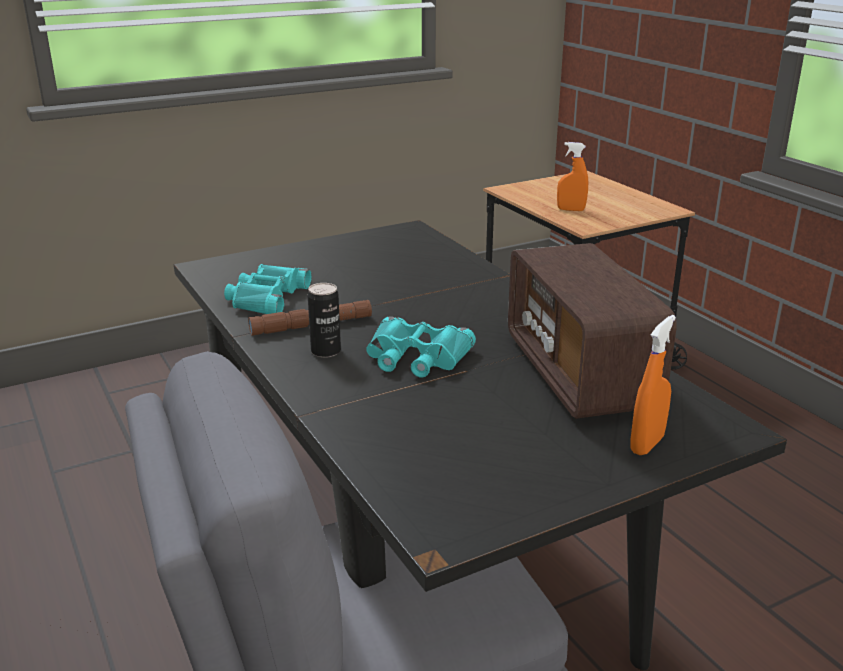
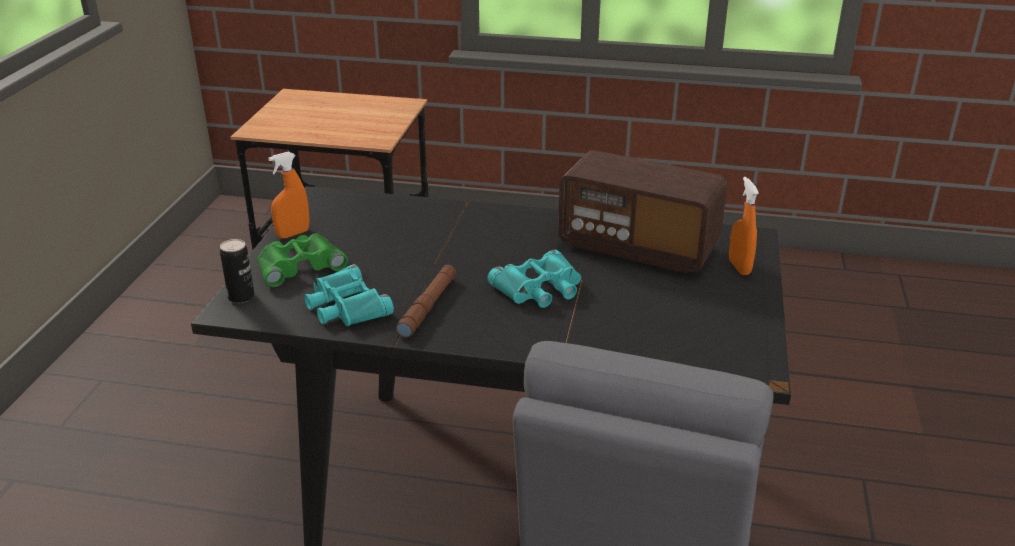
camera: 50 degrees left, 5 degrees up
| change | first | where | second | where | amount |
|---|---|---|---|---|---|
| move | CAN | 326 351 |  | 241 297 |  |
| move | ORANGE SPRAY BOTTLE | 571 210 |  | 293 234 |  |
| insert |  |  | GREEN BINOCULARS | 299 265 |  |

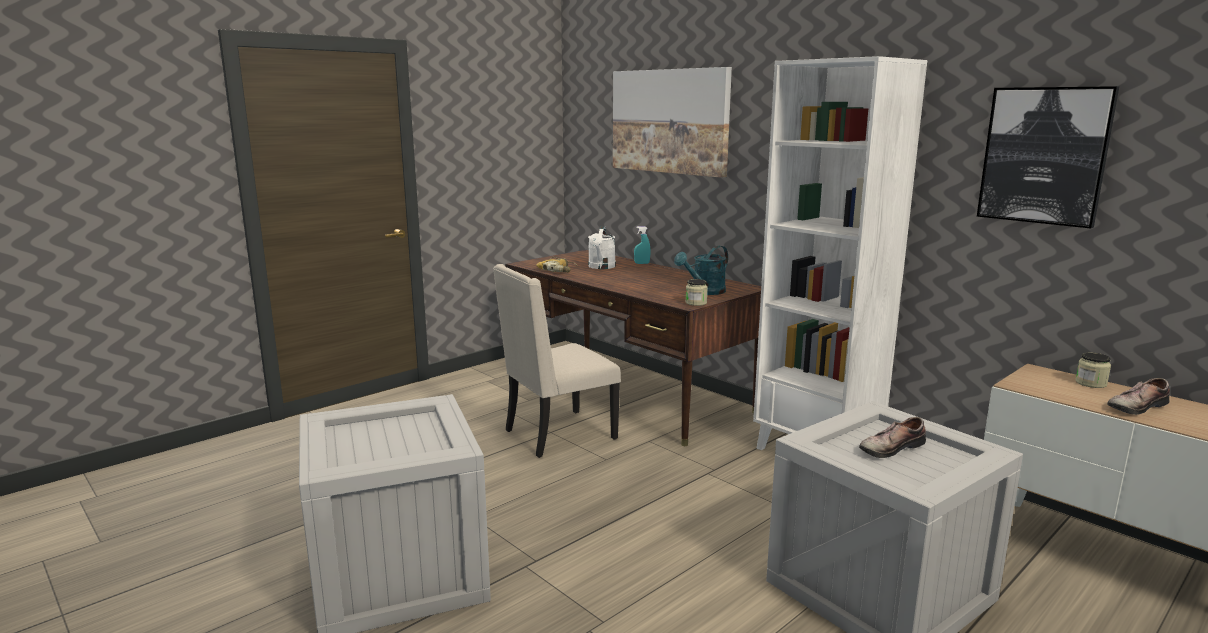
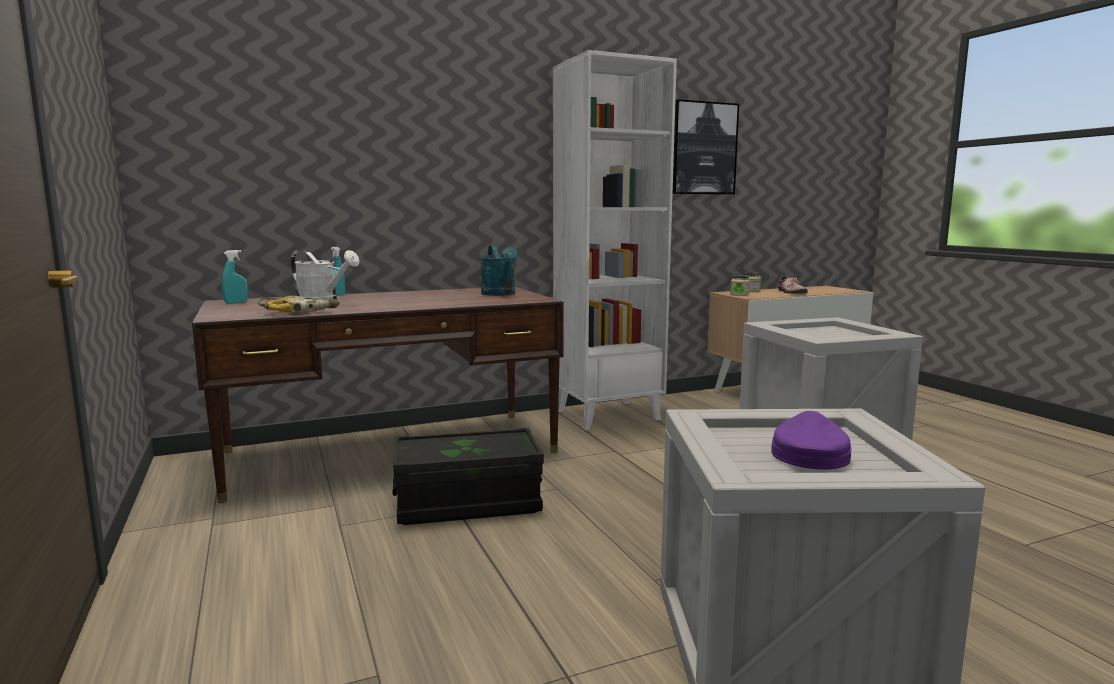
camera: 70 degrees left, 5 degrees down
| change | first | where | second | where | amount |
|---|---|---|---|---|---|
| replace | BEIGE CHAIR | 557 435 | BLACK STORAGE BOX | 468 503 |  |
| delete | PICTURE | 669 121 |  |  |  |
| move | JAR | 696 303 |  | 739 294 |  |
| delete | SHOE | 889 447 |  |  |  |
| insert |  |  | TURQUOISE SPRAY BOTTLE | 236 303 |  |
| insert |  |  | PURPLE CAP | 808 454 |  |

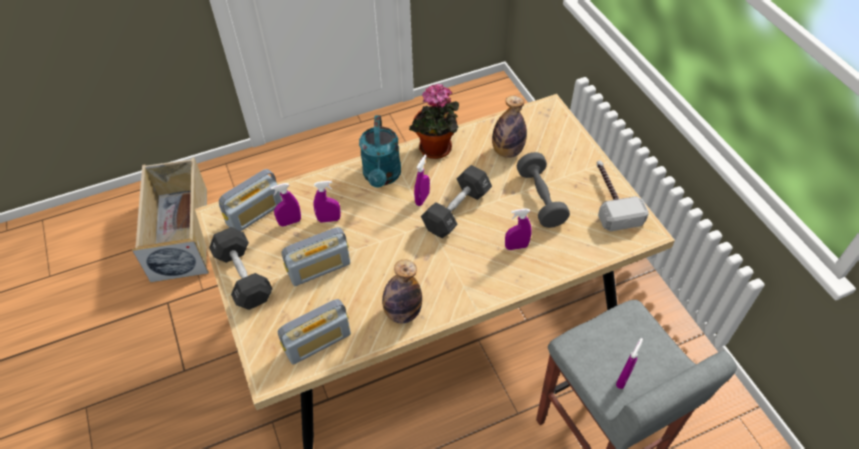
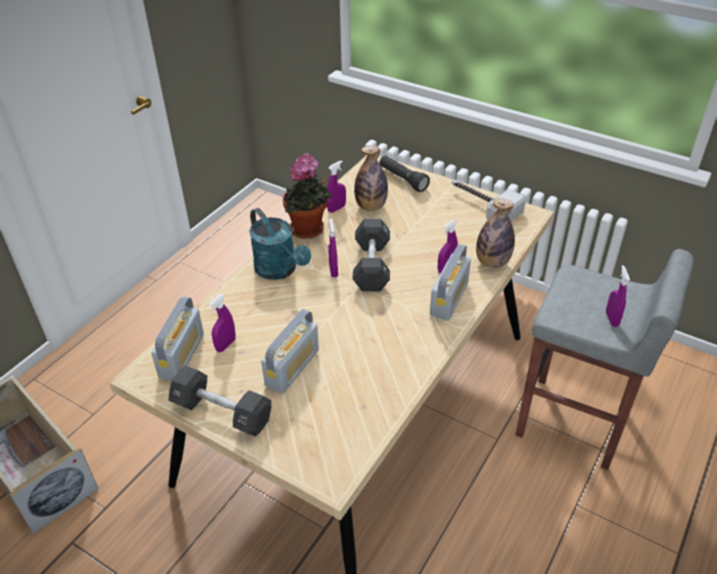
camera: 35 degrees left, 10 degrees down
| change | first | where | second | where | amount |
|---|---|---|---|---|---|
| move | RADIO | 317 342 |  | 449 298 |  |
| move | PURPLE SPRAY BOTTLE | 329 219 |  | 336 208 |  |
| move | BOTTLE | 402 313 |  | 492 262 |  |
| delete | GREY DUMBBELL | 540 199 |  |  |  |
| insert |  |  | BLACK FLASHLIGHT | 402 180 |  |

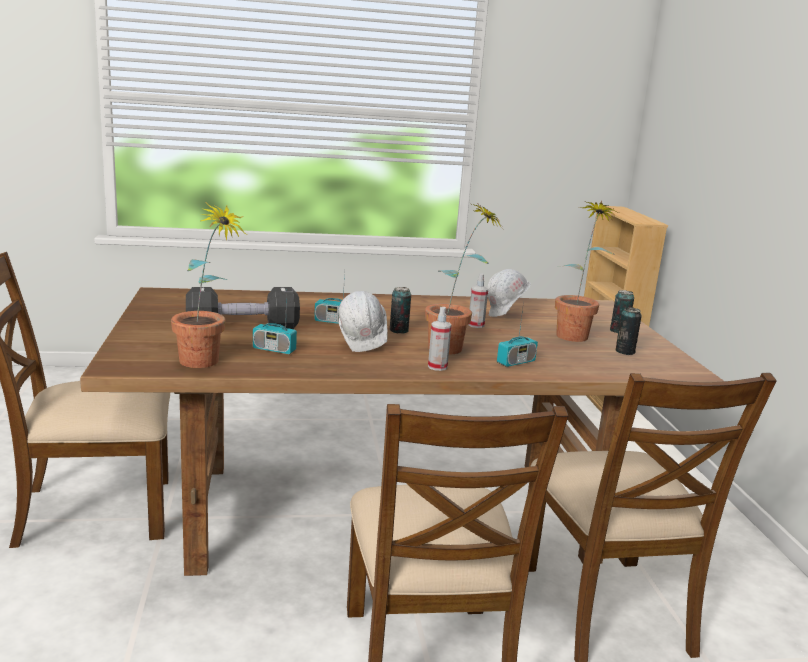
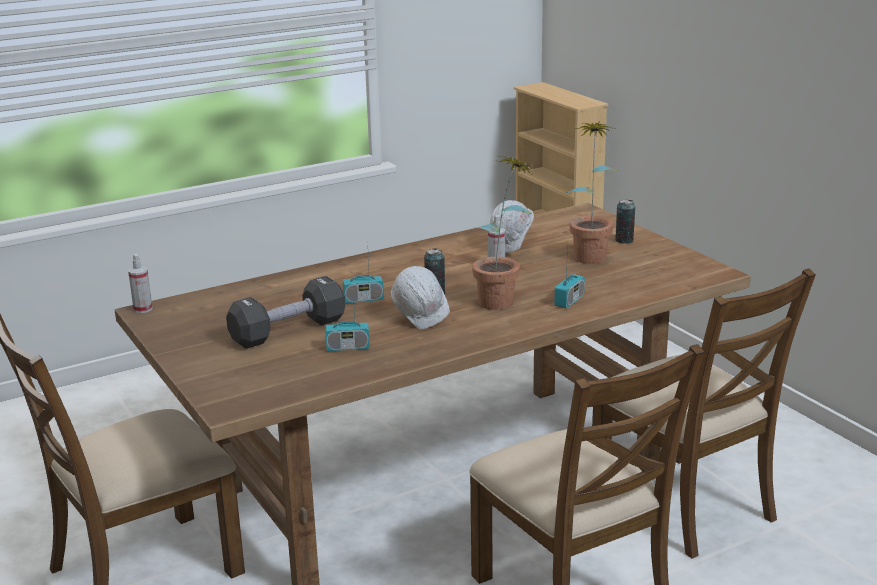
camera: 20 degrees left, 5 degrees up
| change | first | where | second | where | amount |
|---|---|---|---|---|---|
| delete | POTTED PLANT | 206 364 |  |  |  |
| move | SPRAY BOTTLE | 437 367 |  | 143 309 |  |
| delete | CAN | 625 351 |  |  |  |

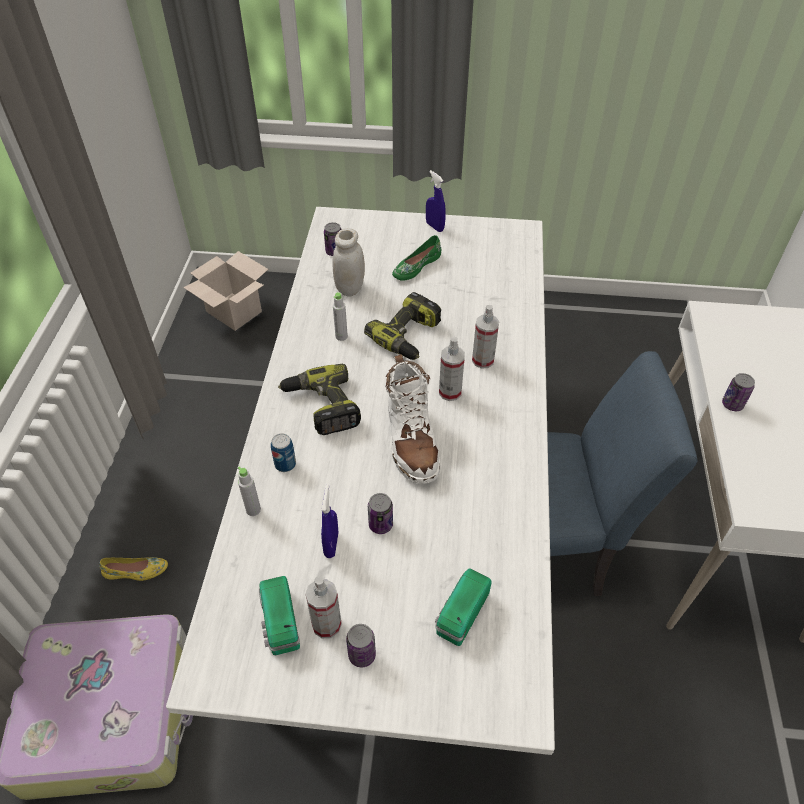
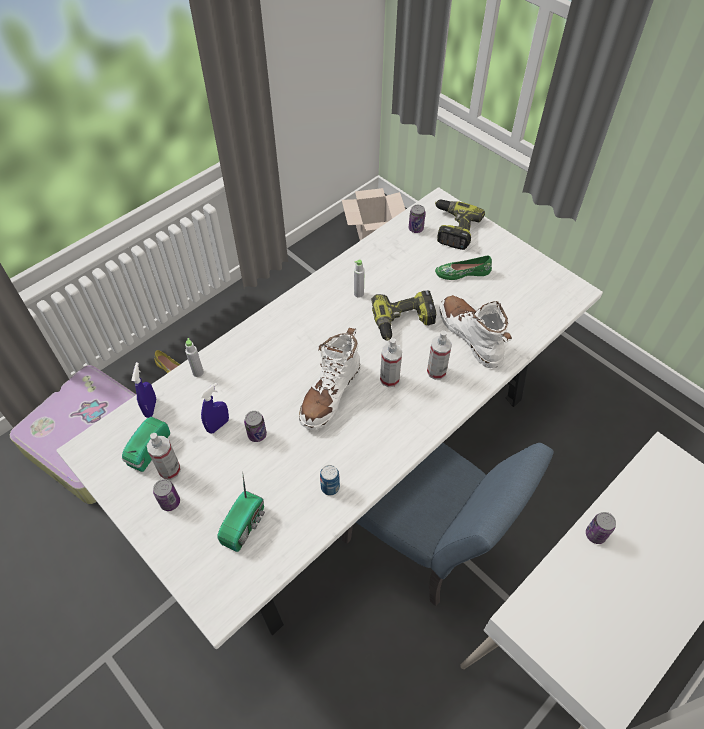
camera: 40 degrees right, 5 degrees up
| change | first | where | second | where | amount |
|---|---|---|---|---|---|
| move | CAN | 285 464 |  | 330 487 |  |
| move | POWER DRILL | 322 406 |  | 453 228 |  |
| delete | WHITE JAR | 350 288 |  |  |  |
| move | BLUE SPRAY BOTTLE | 434 226 |  | 151 408 |  |
| rotate | RADIO | 460 614 |  | 245 524 | 135 degrees clockwise |
| insert |  |  | WHITE BOOT | 470 336 |  |

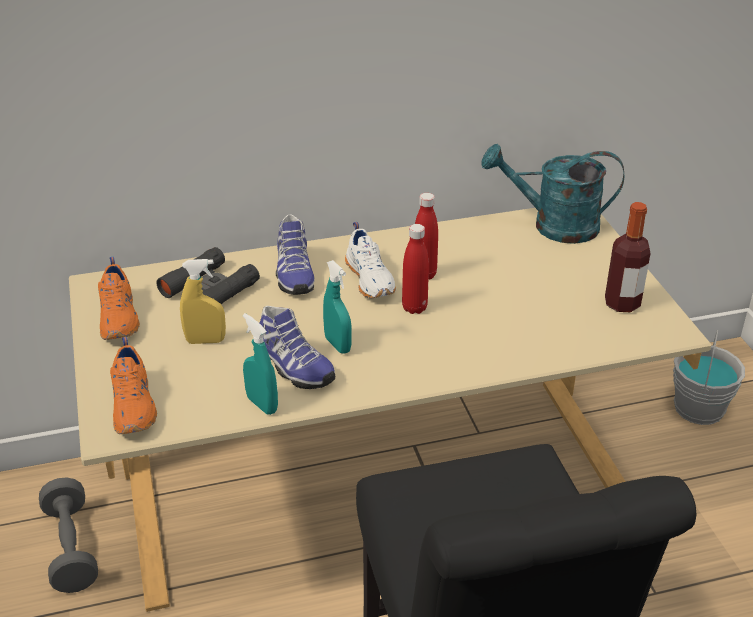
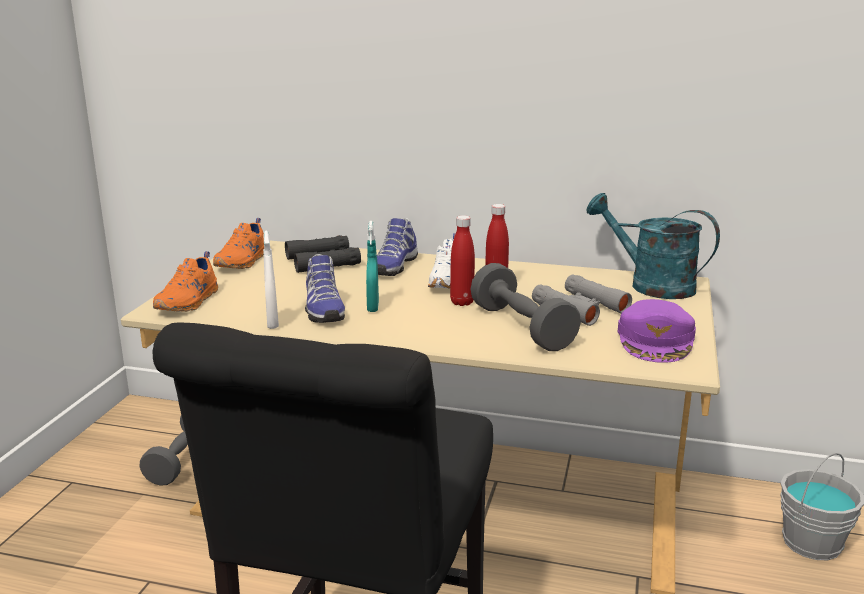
camera: 30 degrees right, 15 degrees down
| change | first | where | second | where | amount |
|---|---|---|---|---|---|
| delete | YELLOW SPRAY BOTTLE | 205 341 |  |  |  |
| recolor | TURQUOISE SPRAY BOTTLE | 262 404 | WHITE SPRAY BOTTLE | 272 323 |  |
| replace | BOTTLE | 622 303 | PURPLE CAP | 656 340 |  |
| insert |  |  | GREY DUMBBELL | 522 327 |  |
| insert |  |  | GREY BINOCULARS | 580 308 |  |

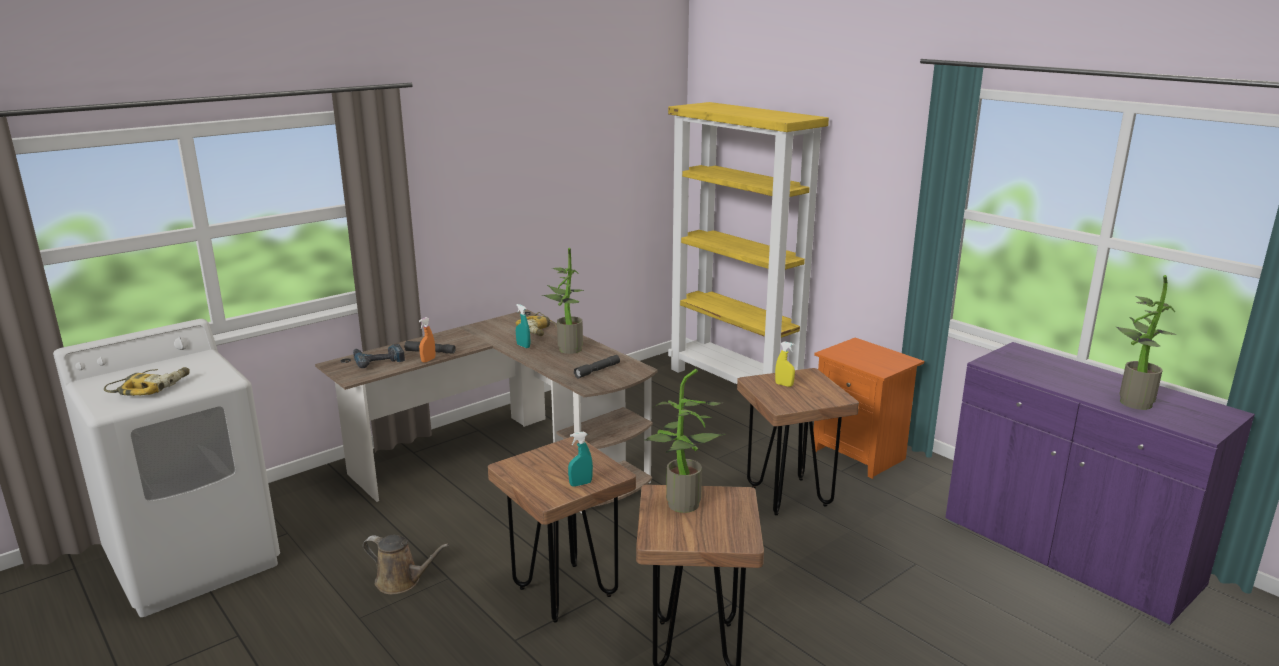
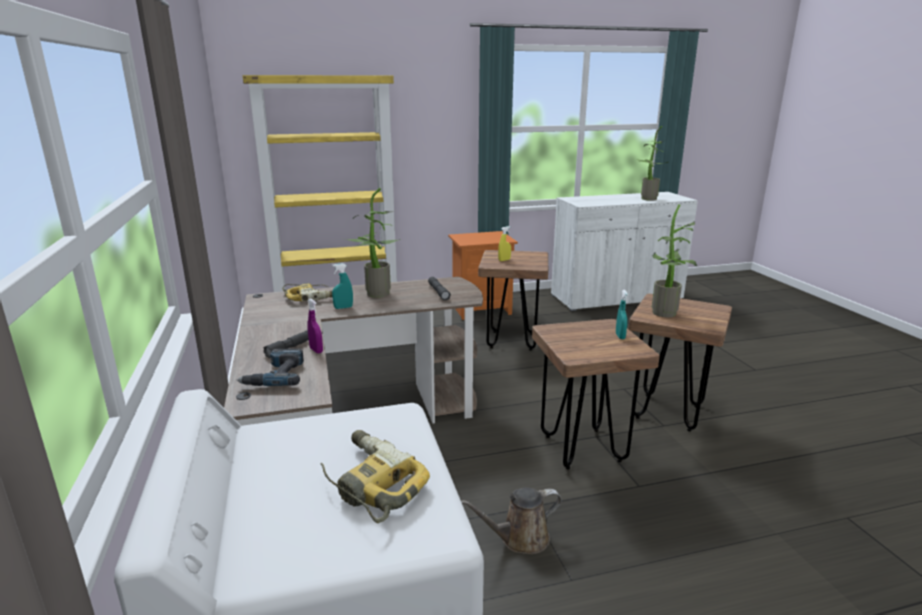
camera: 65 degrees left, 0 degrees up
| change | first | where | second | where | amount |
|---|---|---|---|---|---|
| rotate | BROWN WATERING CAN | 402 581 |  | 520 539 | 150 degrees counterclockwise |
| recolor | ORANGE SPRAY BOTTLE | 428 360 | PURPLE SPRAY BOTTLE | 316 350 |  |
| recolor | PURPLE CABINET | 1067 553 | WHITE CABINET | 616 297 |  |

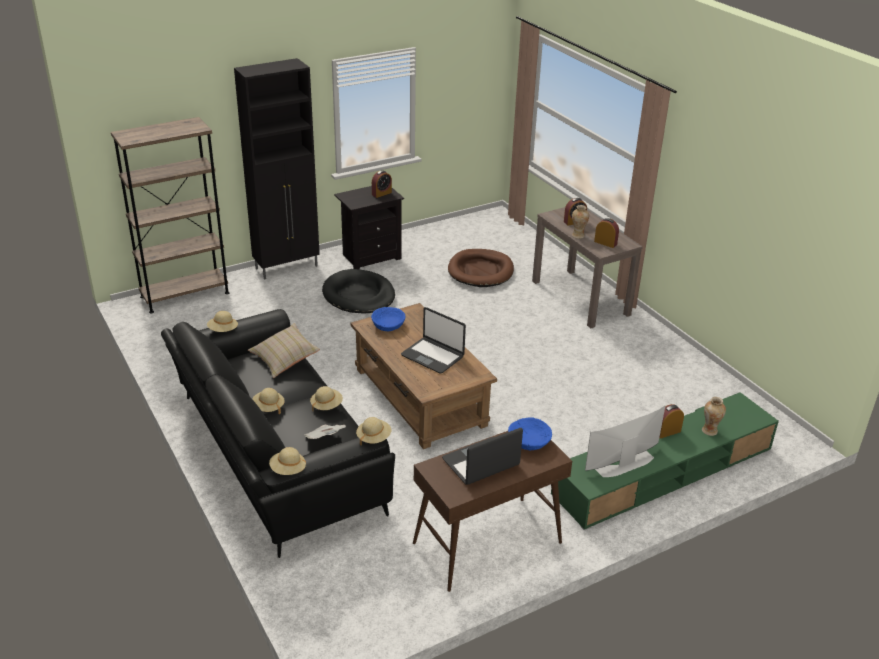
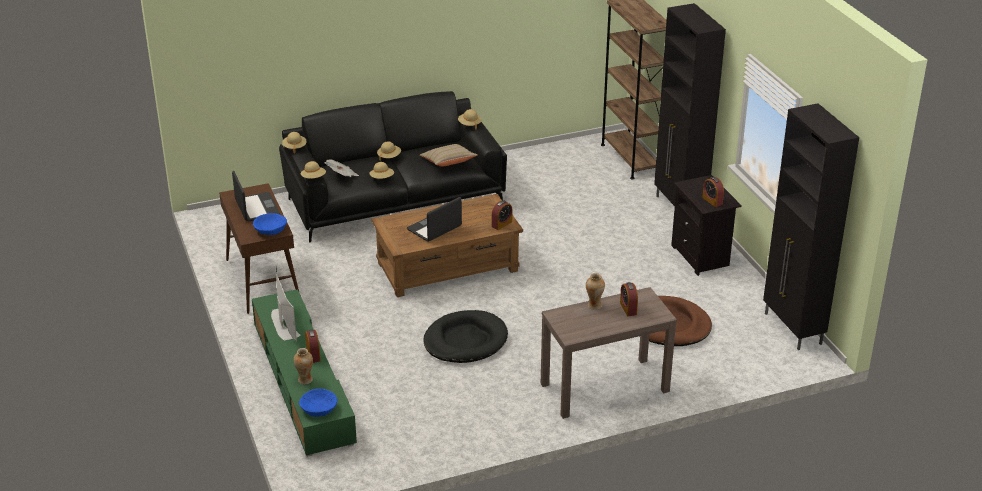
camera: 100 degrees right, 0 degrees up
| change | first | where | second | where | amount |
|---|---|---|---|---|---|
| move | BLACK DOG BED | 359 295 |  | 465 340 |  |
| move | BLUE BOWL | 388 325 |  | 319 409 |  |
| move | ALARM CLOCK | 605 243 |  | 501 224 |  |
| insert |  |  | BLACK CABINET | 793 329 |  |

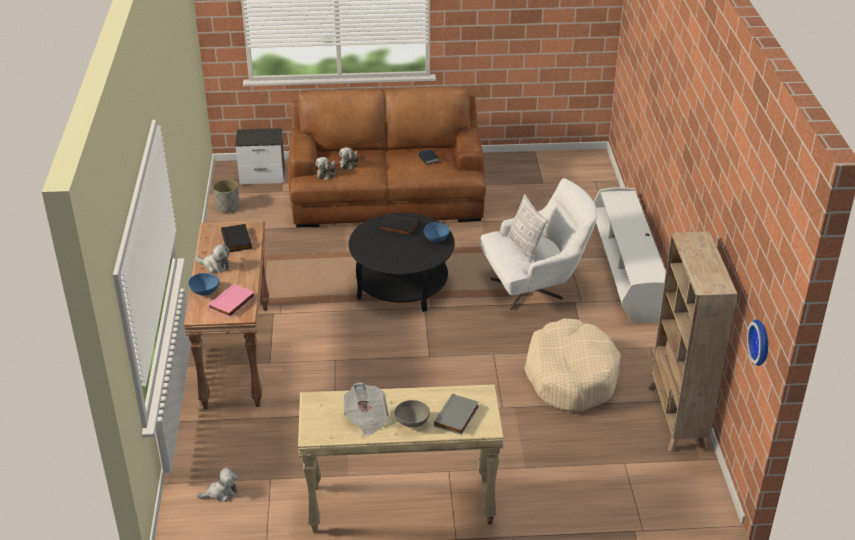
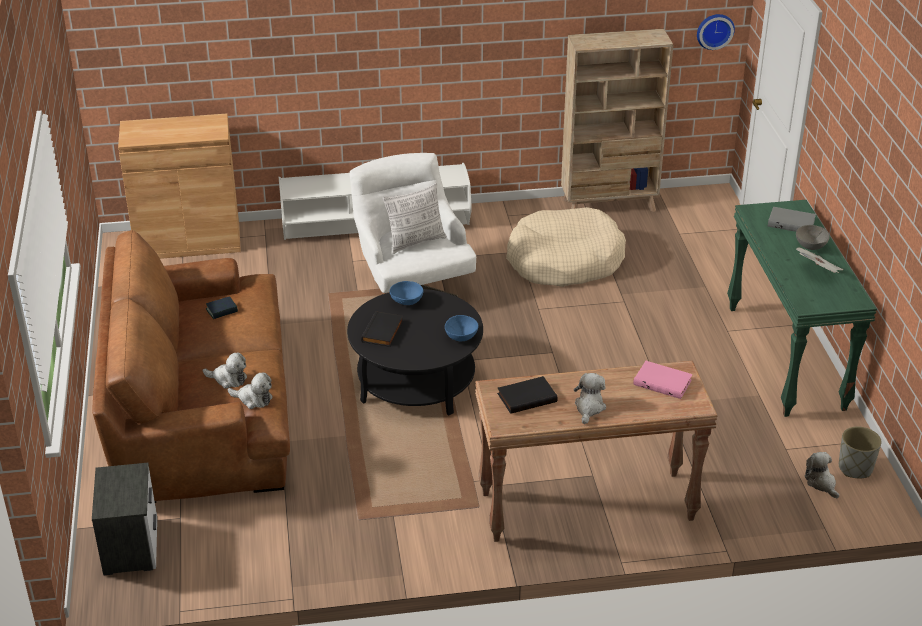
camera: 95 degrees left, 0 degrees up
| change | first | where | second | where | amount |
|---|---|---|---|---|---|
| move | BLUE BOWL | 204 291 |  | 461 337 |  |
| move | GREY PLANTER | 227 207 |  | 855 468 |  |
| recolor | BEIGE CONSOLE TABLE | 400 506 | GREEN CONSOLE TABLE | 786 357 |  |
| insert |  |  | BROWN CABINET | 188 242 |  |

